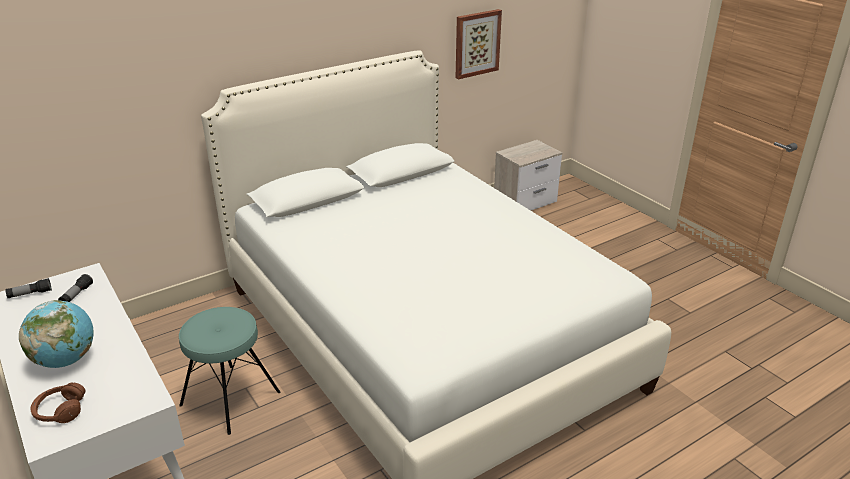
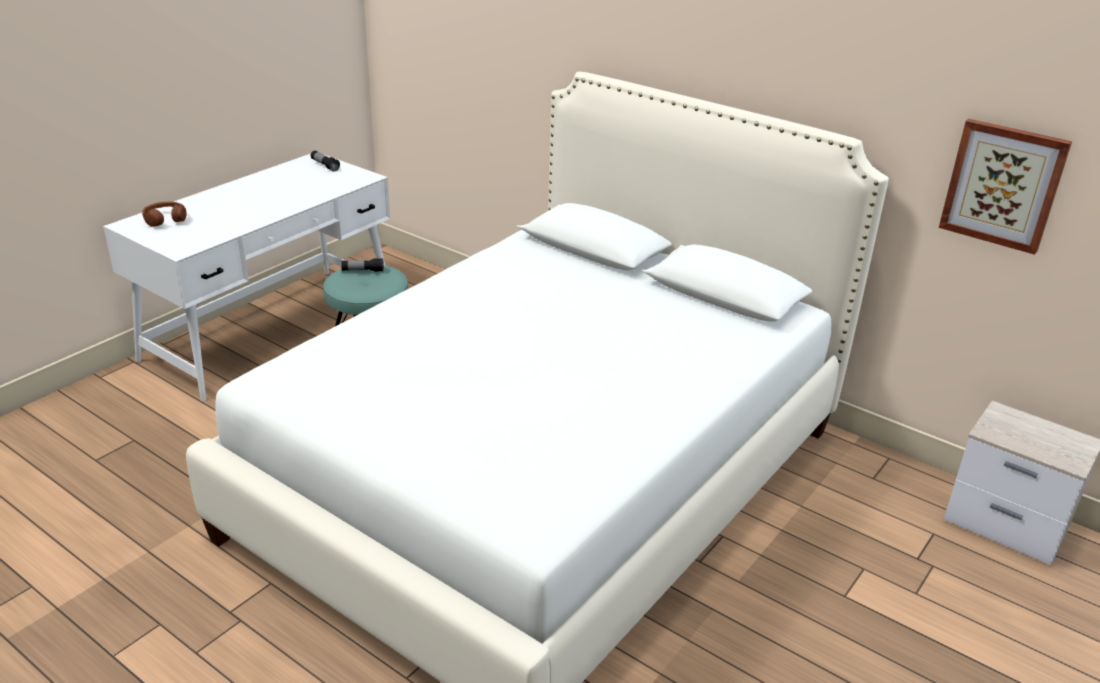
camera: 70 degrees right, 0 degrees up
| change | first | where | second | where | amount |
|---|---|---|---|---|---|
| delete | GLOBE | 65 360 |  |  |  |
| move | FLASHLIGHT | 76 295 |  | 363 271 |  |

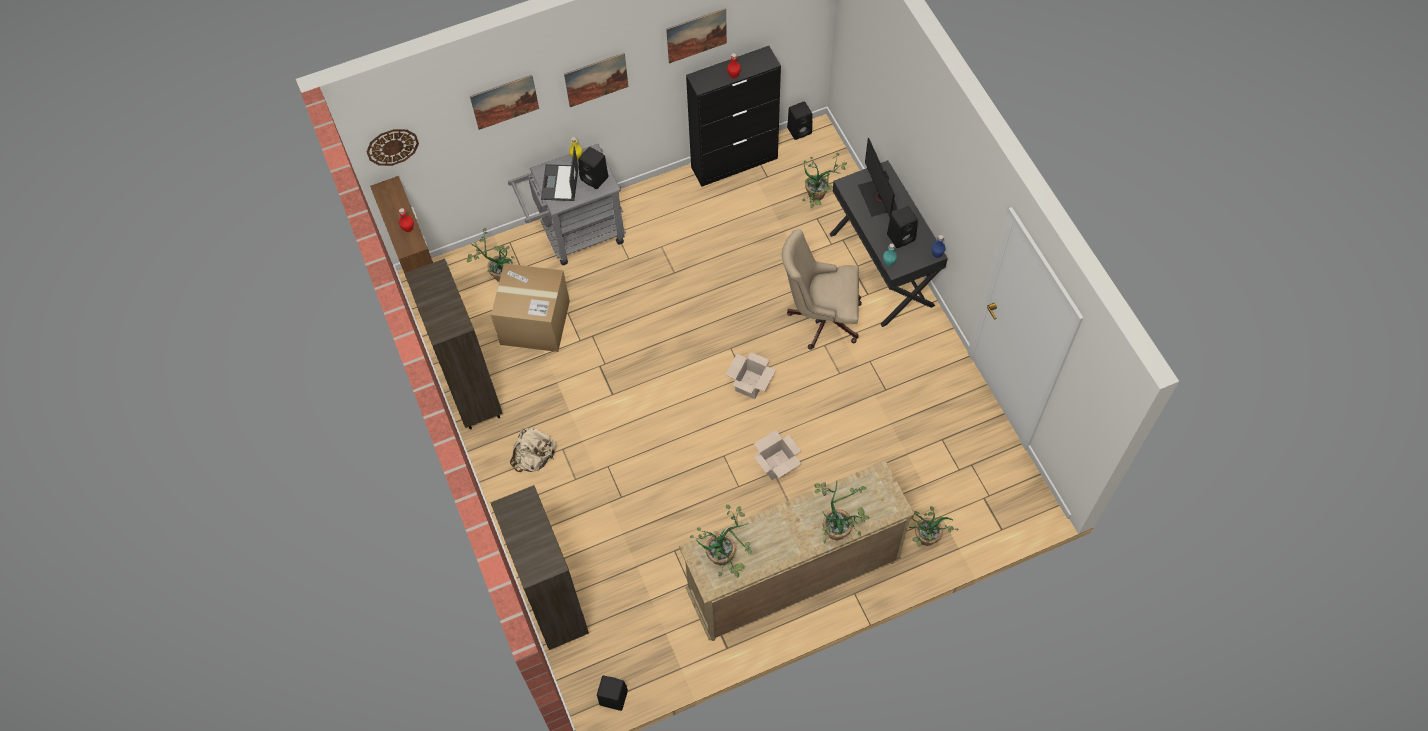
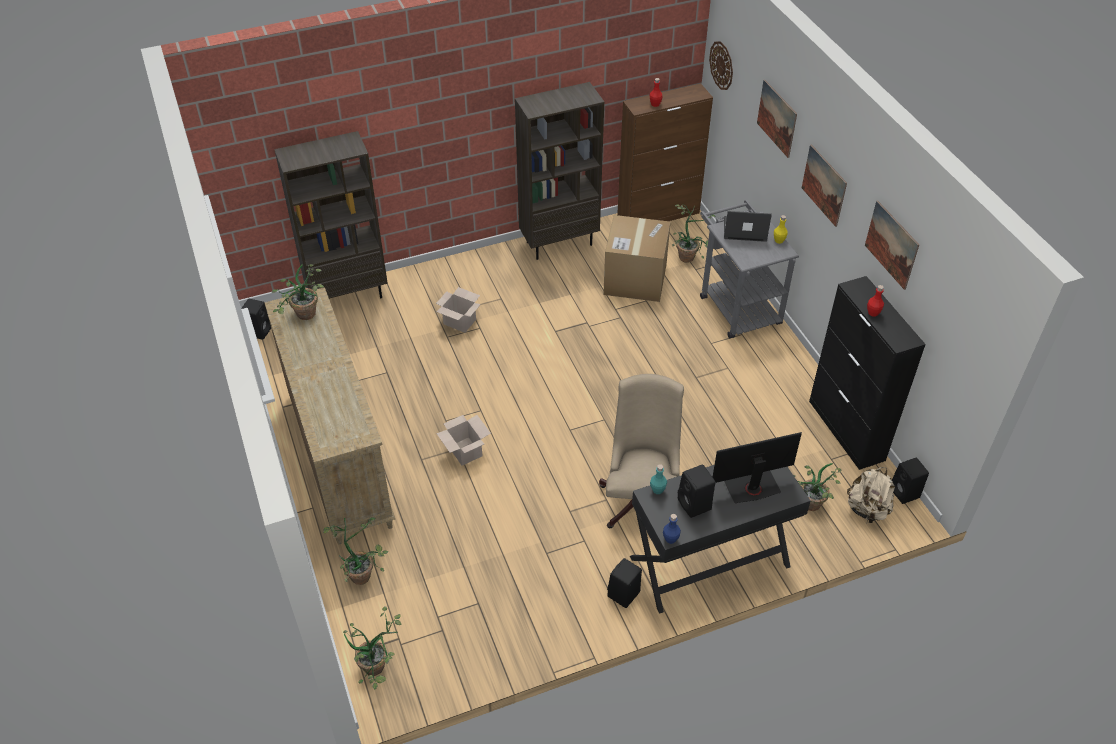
camera: 90 degrees right, 15 degrees down
| change | first | where | second | where | amount |
|---|---|---|---|---|---|
| move | BEIGE BACKPACK | 534 458 |  | 867 509 |  |
| move | BLACK SPEAKER | 595 178 |  | 623 595 |  |
| move | CARDBOARD BOX | 750 383 |  | 460 322 |  |
| move | POTTED PLANT | 838 526 |  | 379 669 |  |

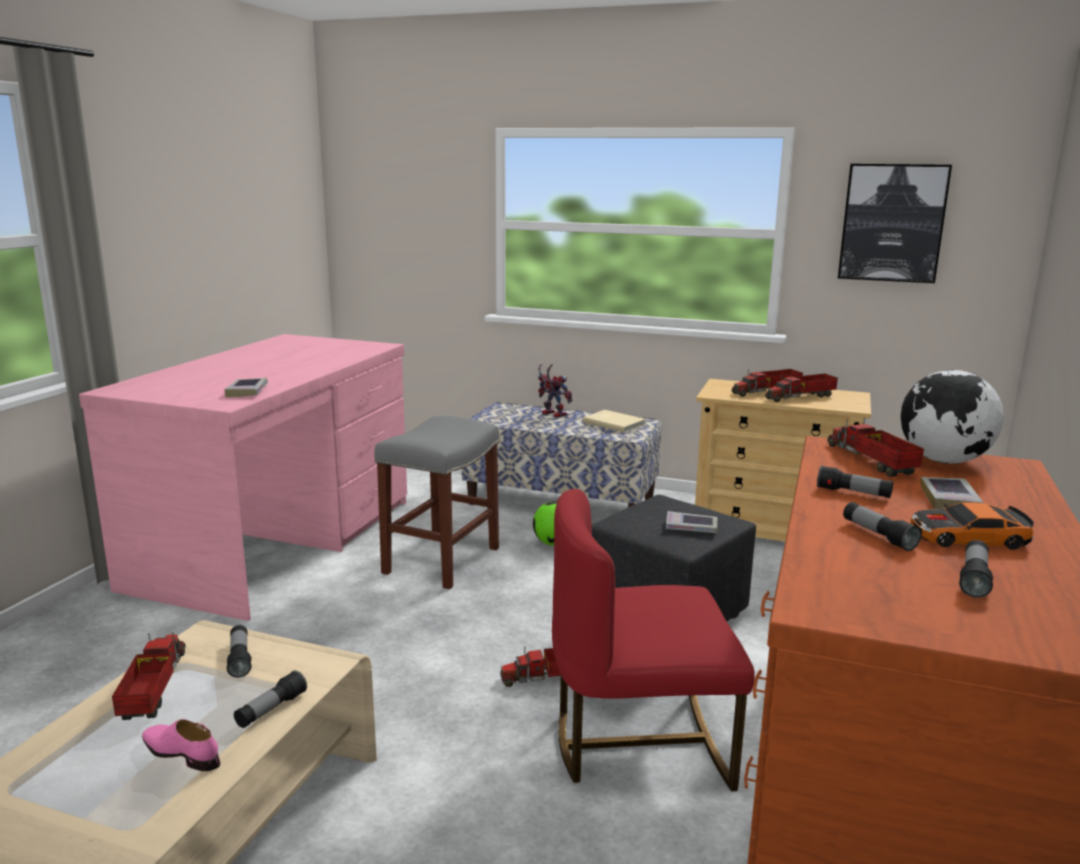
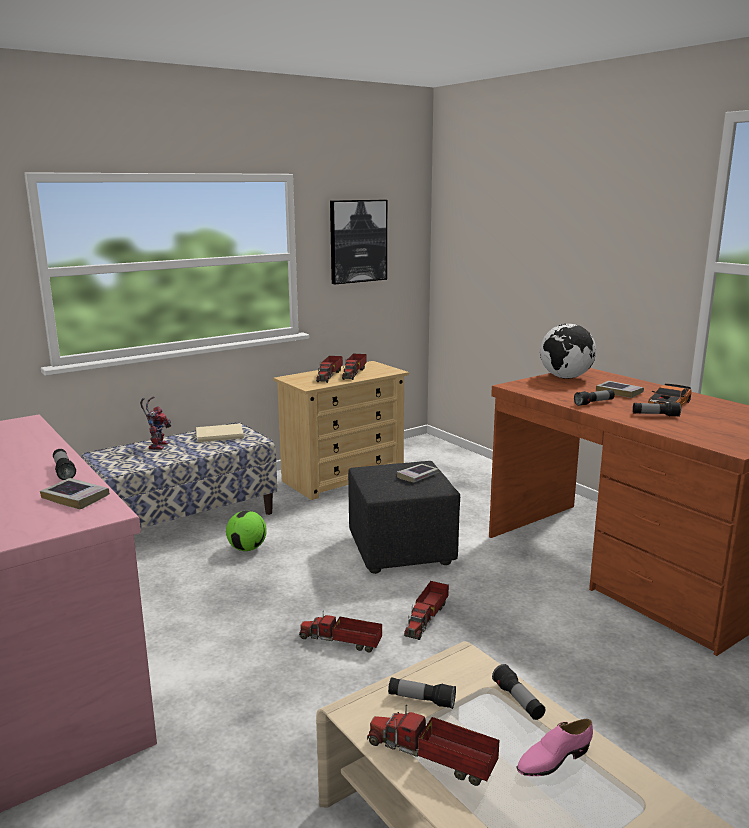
camera: 55 degrees left, 0 degrees up
| change | first | where | second | where | amount |
|---|---|---|---|---|---|
| delete | GREY STOOL | 441 561 |  |  |  |
| rotate | TOY ROBOT | 551 414 |  | 157 445 | 105 degrees clockwise |
| delete | RED CHAIR | 639 743 |  |  |  |
| move | TOY TRUCK | 871 461 |  | 342 641 |  |
| move | FLASHLIGHT | 974 579 |  | 64 471 |  |

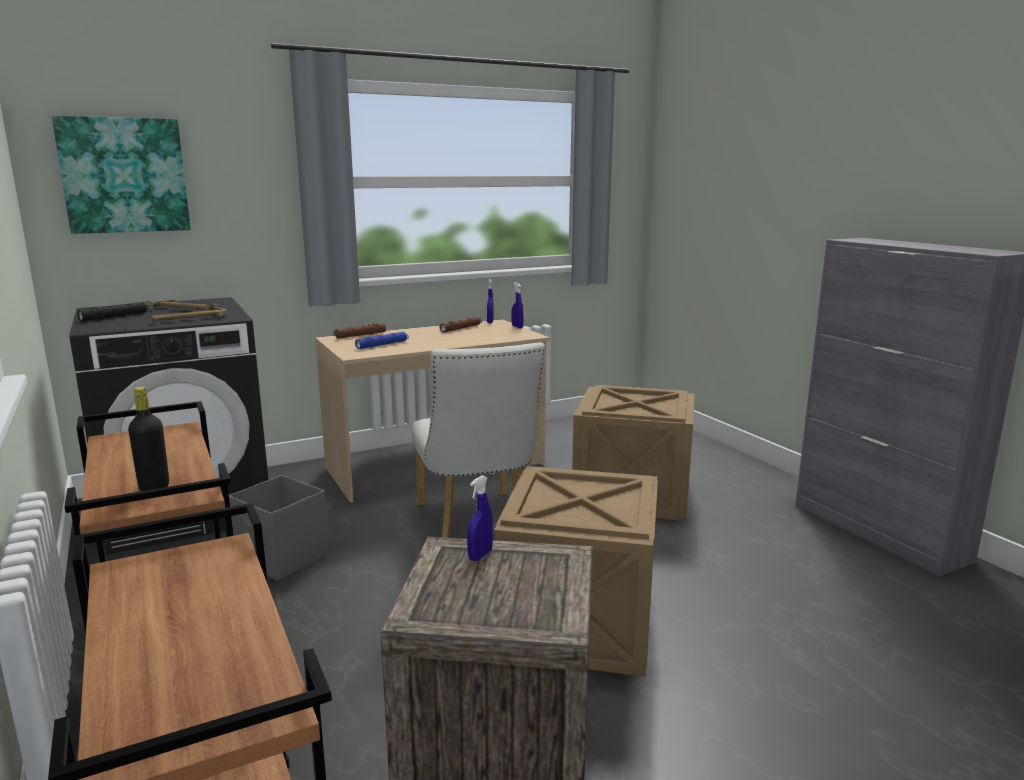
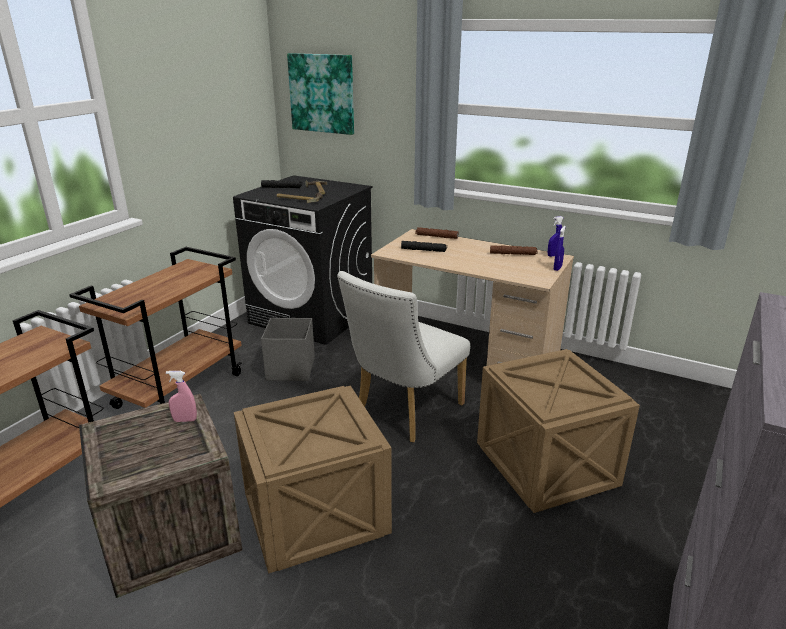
camera: 55 degrees right, 10 degrees up
| change | first | where | second | where | amount |
|---|---|---|---|---|---|
| delete | BLACK BOTTLE | 154 487 |  |  |  |
| recolor | BLUE FLASHLIGHT | 382 345 | BLACK FLASHLIGHT | 424 250 |  |
| recolor | BLUE SPRAY BOTTLE | 480 555 | PINK SPRAY BOTTLE | 185 420 |  |

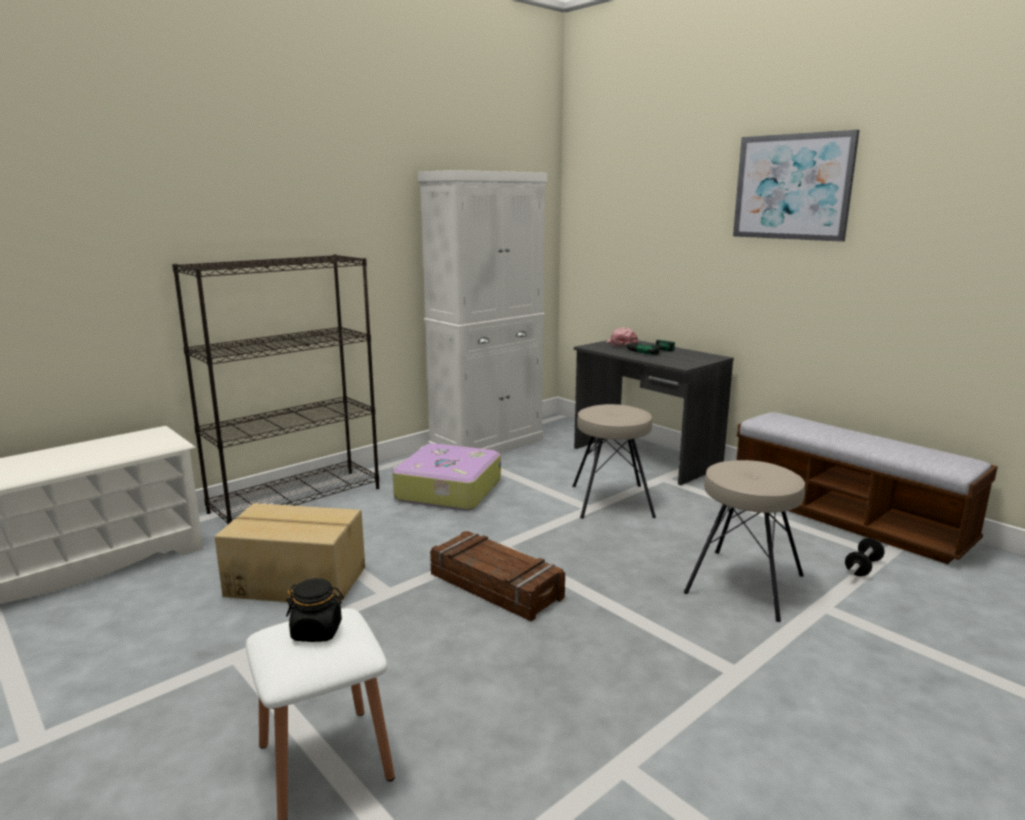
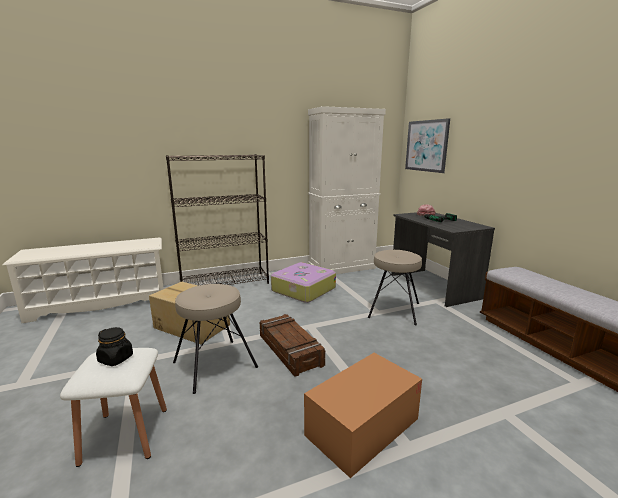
camera: 20 degrees right, 0 degrees up
| change | first | where | second | where | amount |
|---|---|---|---|---|---|
| move | BEIGE STOOL | 743 583 |  | 214 364 |  |
| move | PICTURE | 792 187 |  | 426 146 |  |
| delete | DUMBBELL | 863 567 |  |  |  |
| insert |  |  | CARDBOARD BOX | 362 427 |  |

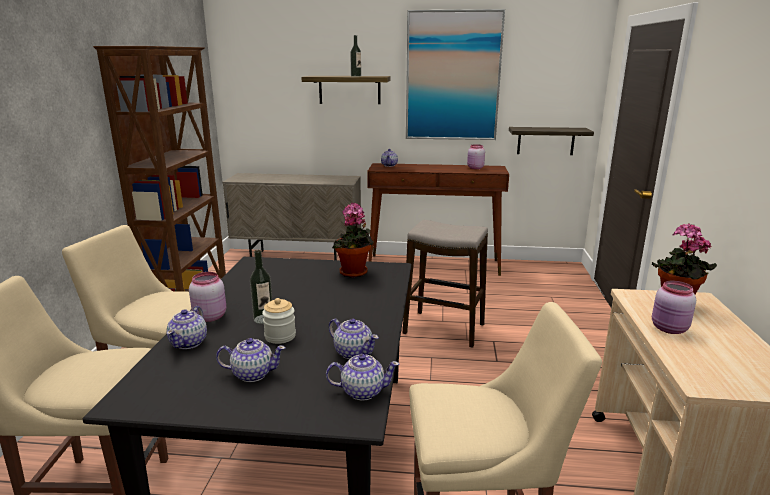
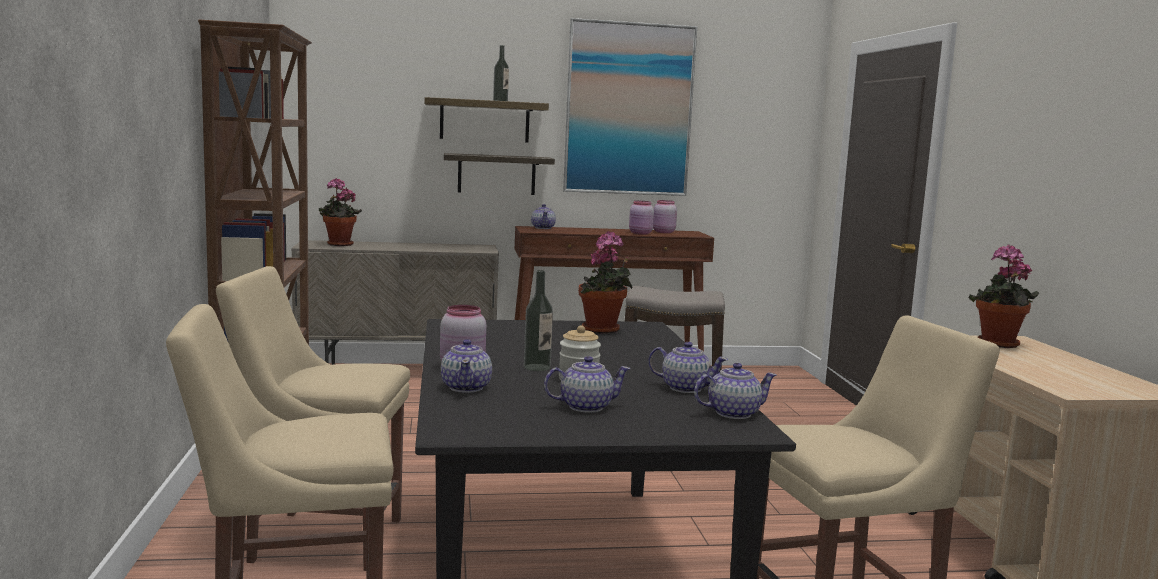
camera: 15 degrees left, 10 degrees down
| change | first | where | second | where | amount |
|---|---|---|---|---|---|
| move | SHELF | 545 141 |  | 496 174 |  |
| move | PINK JAR | 669 329 |  | 640 233 |  |
| insert |  |  | POTTED PLANT | 338 245 |  |

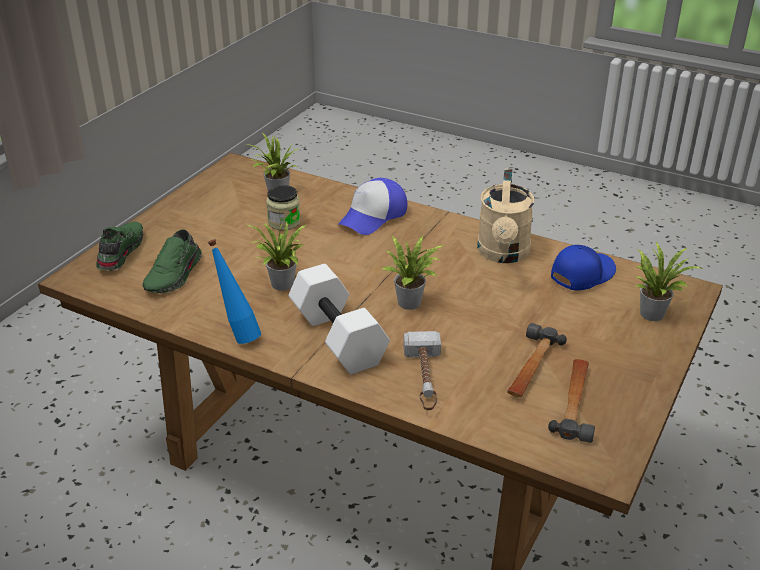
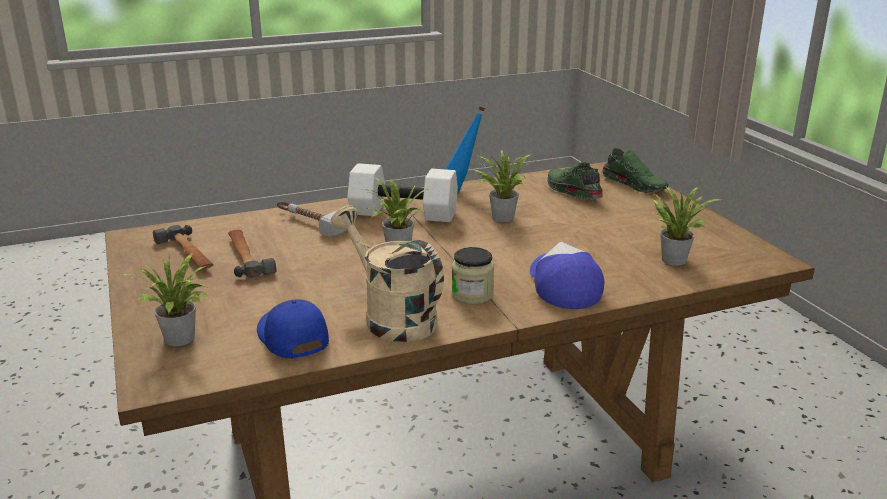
camera: 130 degrees right, 10 degrees down
| change | first | where | second | where | amount |
|---|---|---|---|---|---|
| move | JAR | 284 222 |  | 472 295 |  |
| rotate | BLUE CAP | 581 274 |  | 291 338 | 150 degrees clockwise |

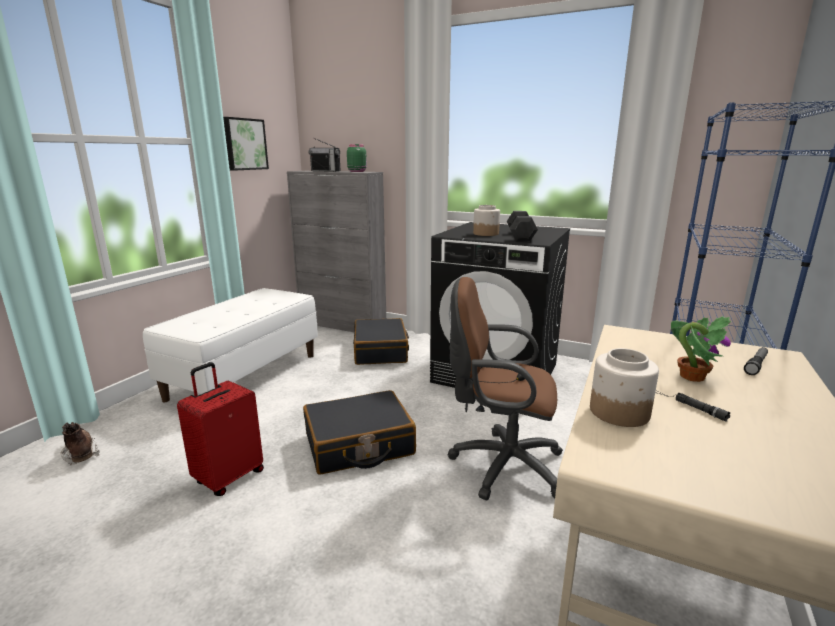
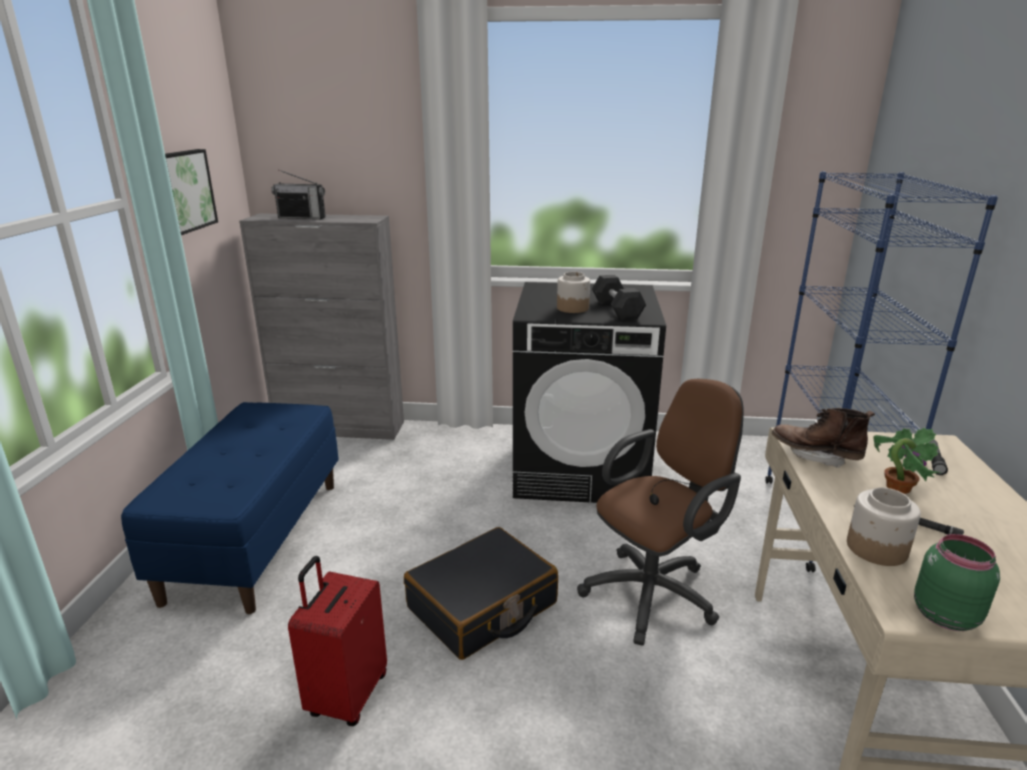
camera: 20 degrees left, 5 degrees up
| change | first | where | second | where | amount |
|---|---|---|---|---|---|
| move | BROWN BOOT | 80 453 |  | 815 455 |  |
| recolor | WHITE BENCH | 245 376 | BLUE BENCH | 256 538 |  |
| move | GREEN JAR | 357 171 |  | 943 614 |  |
| delete | BLACK SUITCASE | 380 351 |  |  |  |
| rotate | BROWN OFFICE CHAIR | 501 465 |  | 655 592 | 150 degrees clockwise |

